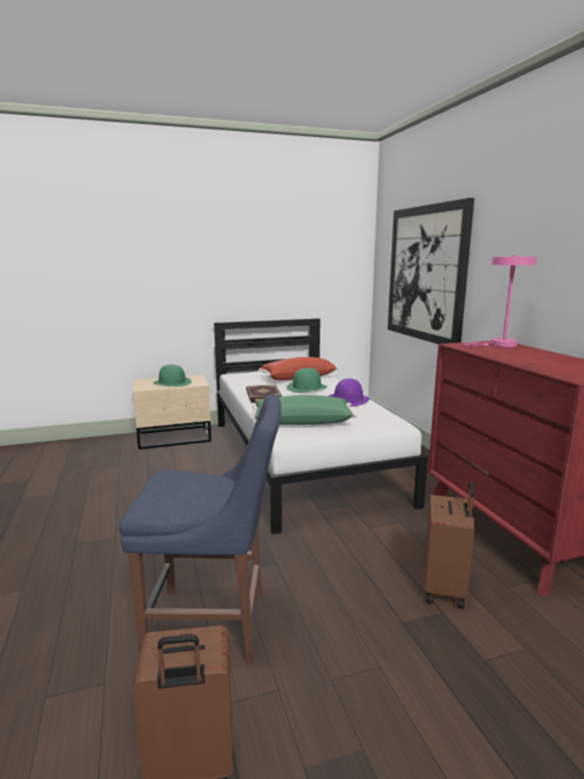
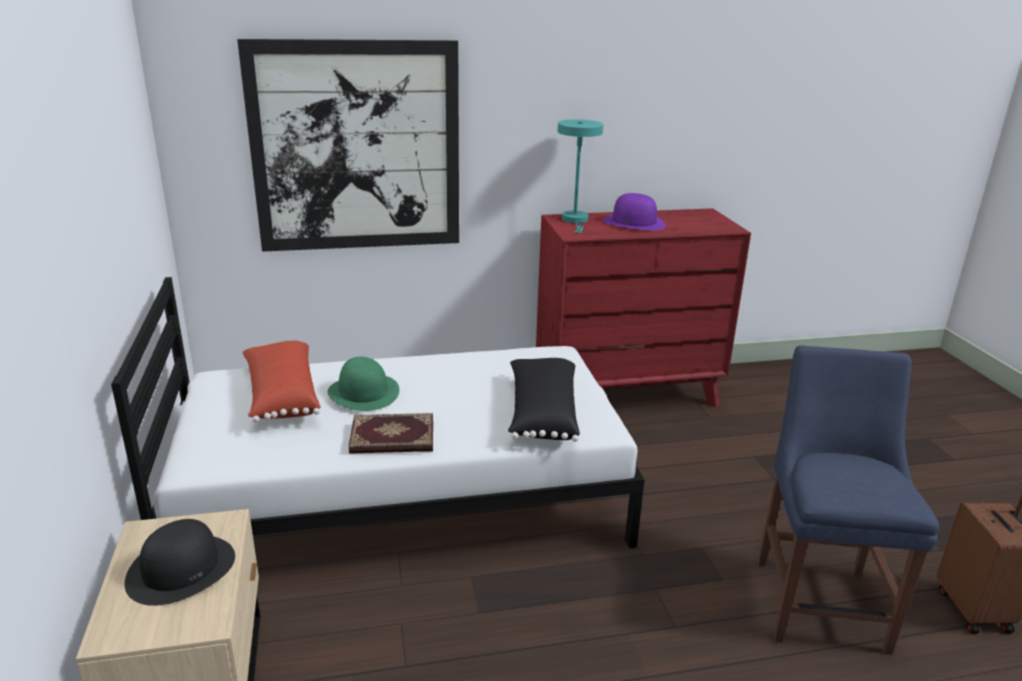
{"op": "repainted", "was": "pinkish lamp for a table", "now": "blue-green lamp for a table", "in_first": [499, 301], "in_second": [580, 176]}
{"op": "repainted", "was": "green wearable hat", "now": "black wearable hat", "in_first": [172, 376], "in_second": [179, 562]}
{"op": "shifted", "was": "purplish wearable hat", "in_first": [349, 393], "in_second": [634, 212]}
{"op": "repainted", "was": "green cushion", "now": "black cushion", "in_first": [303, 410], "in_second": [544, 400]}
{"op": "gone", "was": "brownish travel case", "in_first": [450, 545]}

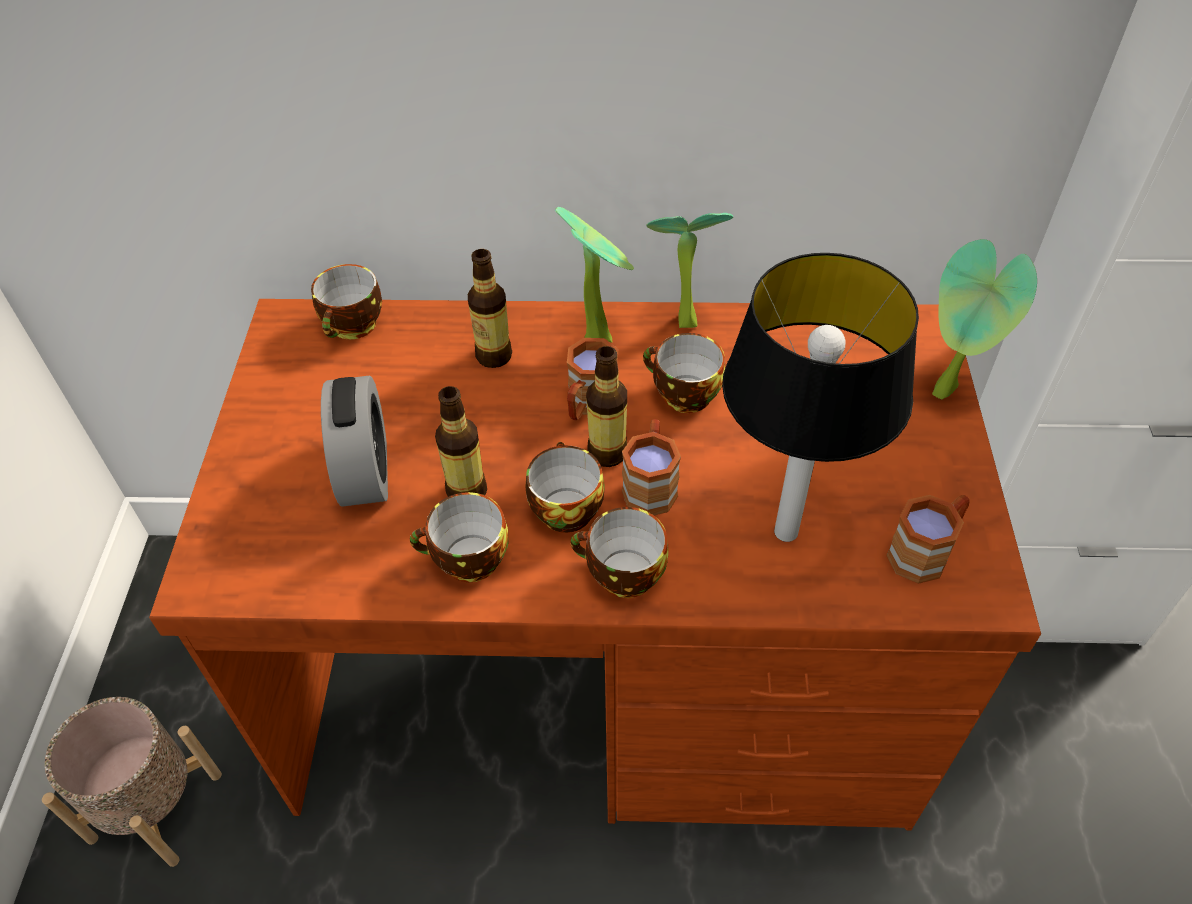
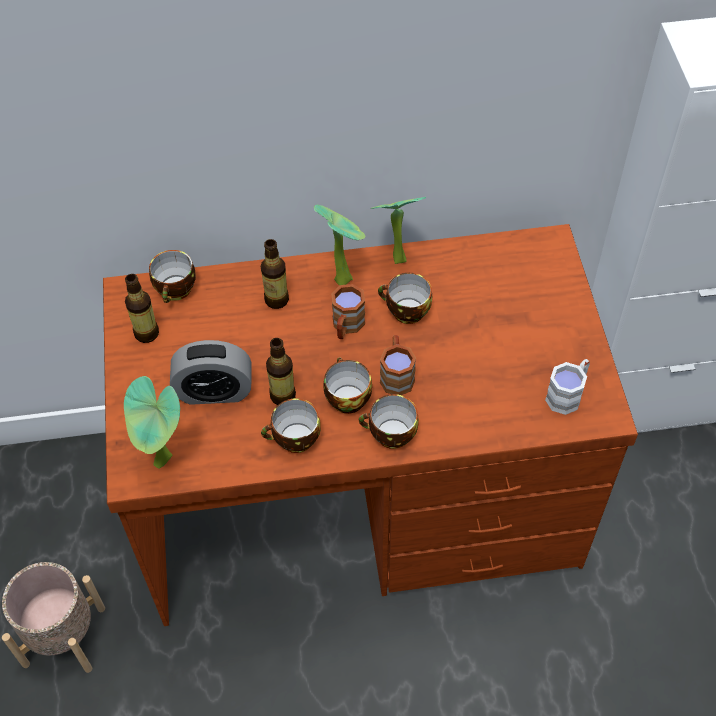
{"op": "shifted", "was": "houseplant", "in_first": [984, 319], "in_second": [152, 422]}
{"op": "gone", "was": "lamp for a table", "in_first": [820, 397]}
{"op": "shifted", "was": "bottle", "in_first": [606, 406], "in_second": [142, 308]}
{"op": "rotated", "was": "bedside clock", "in_first": [354, 441], "in_second": [210, 372], "clockwise": 105}
{"op": "repainted", "was": "brownish coffee mug", "now": "whitish coffee mug", "in_first": [928, 539], "in_second": [567, 387]}

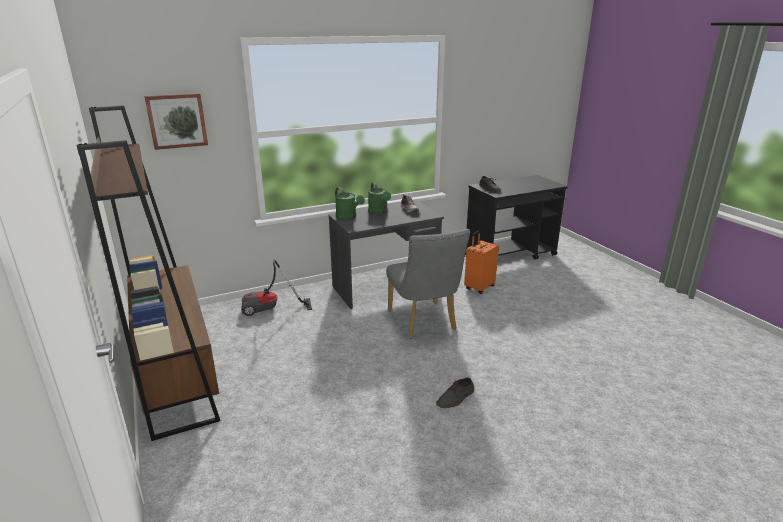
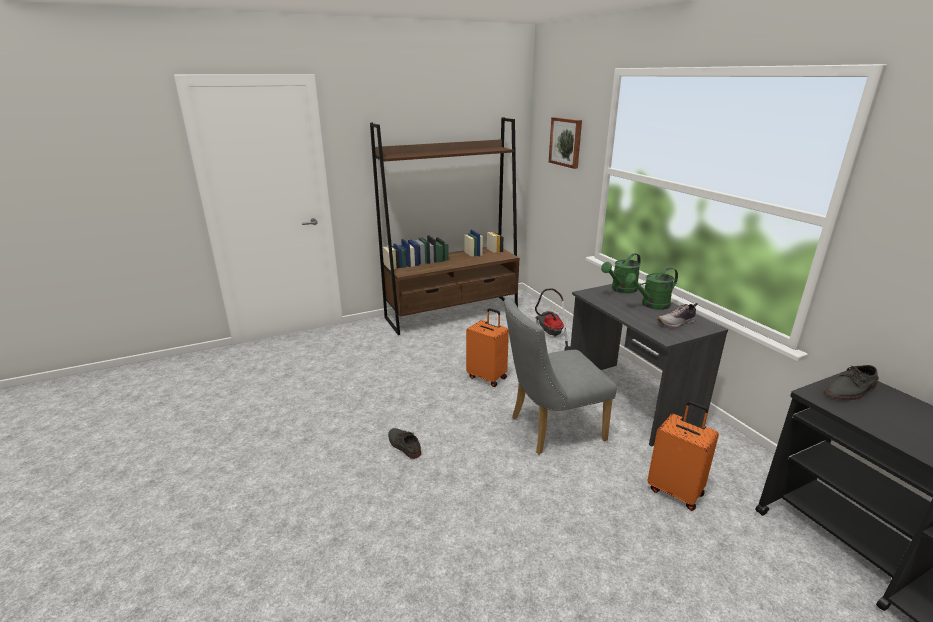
{"op": "new", "now": "orange travel case", "in_second": [487, 347]}

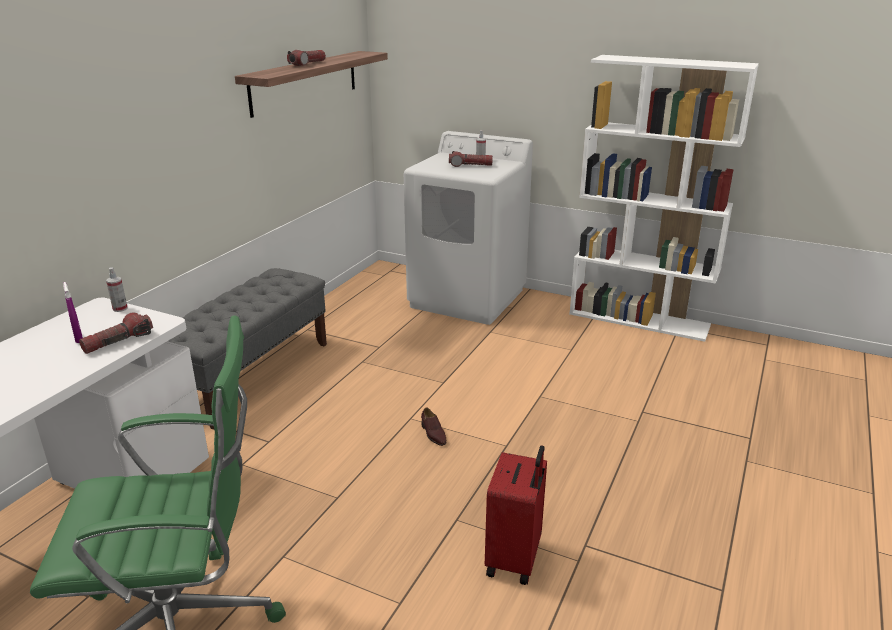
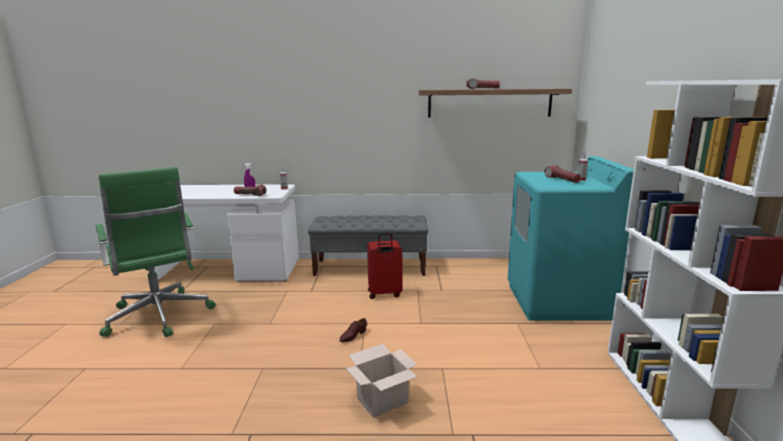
{"op": "repainted", "was": "whitish washing machine", "now": "blue-green washing machine", "in_first": [468, 228], "in_second": [571, 238]}
{"op": "shifted", "was": "reddish travel case", "in_first": [516, 515], "in_second": [384, 266]}
{"op": "new", "now": "packing box", "in_second": [382, 381]}

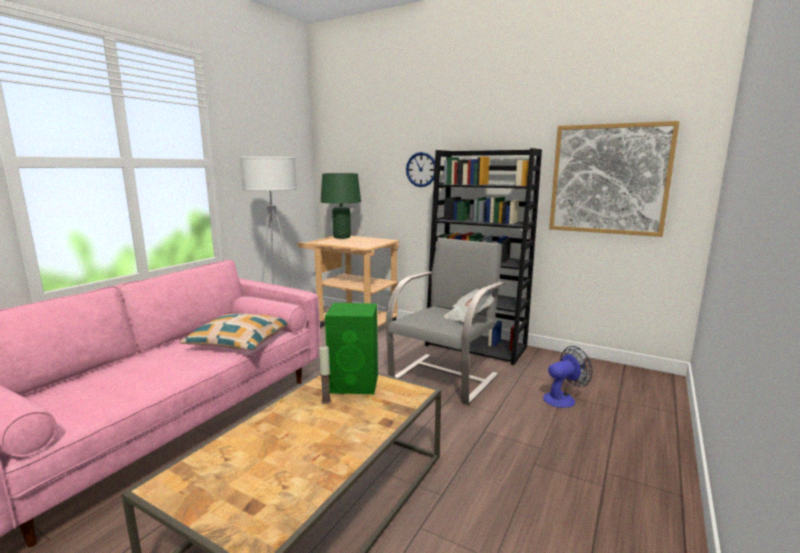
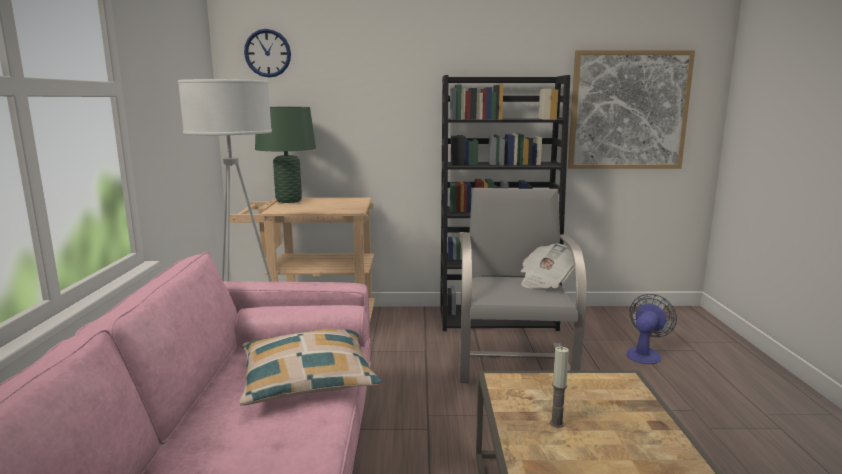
{"op": "shifted", "was": "wall clock", "in_first": [420, 169], "in_second": [267, 53]}
{"op": "gone", "was": "green loudspeaker", "in_first": [351, 348]}

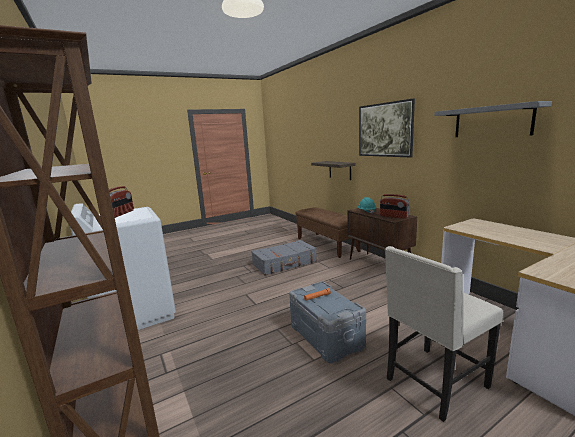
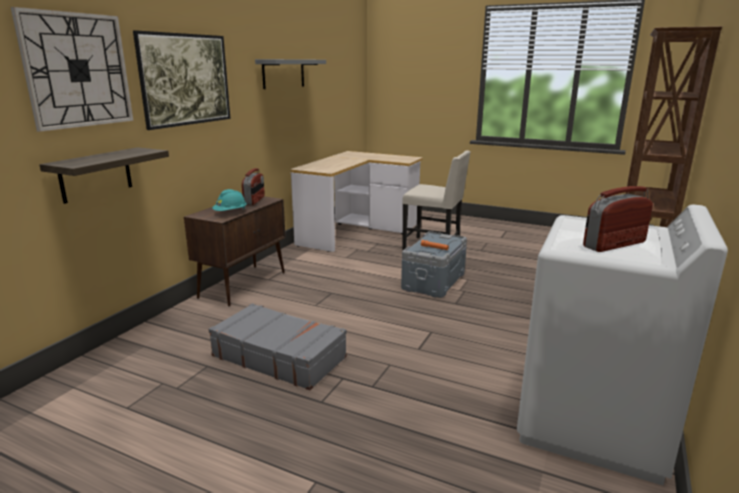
{"op": "gone", "was": "brownish long seat", "in_first": [328, 232]}
{"op": "new", "now": "wall clock", "in_second": [72, 69]}

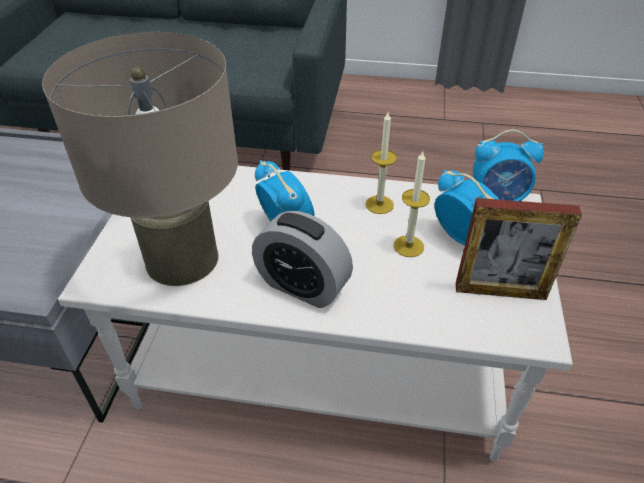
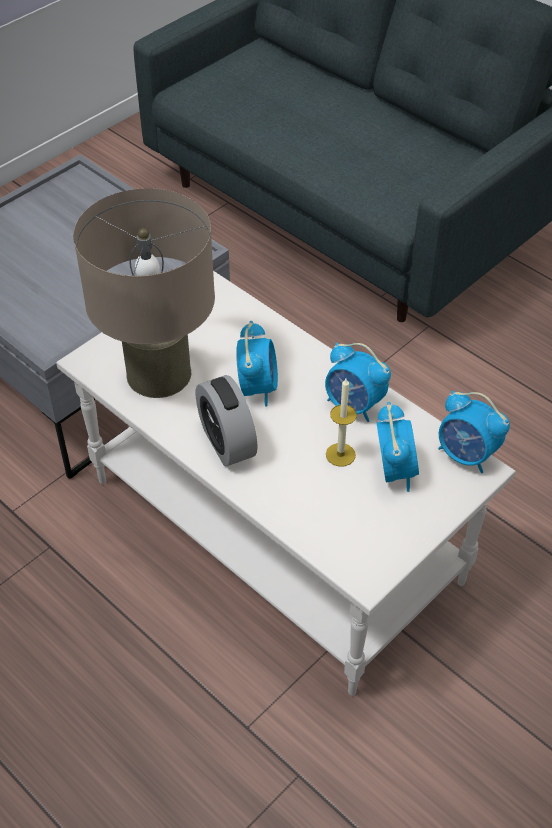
{"op": "swapped", "was": "wax light", "now": "bedside clock", "in_first": [381, 163], "in_second": [358, 382]}
{"op": "gone", "was": "photo frame", "in_first": [519, 249]}

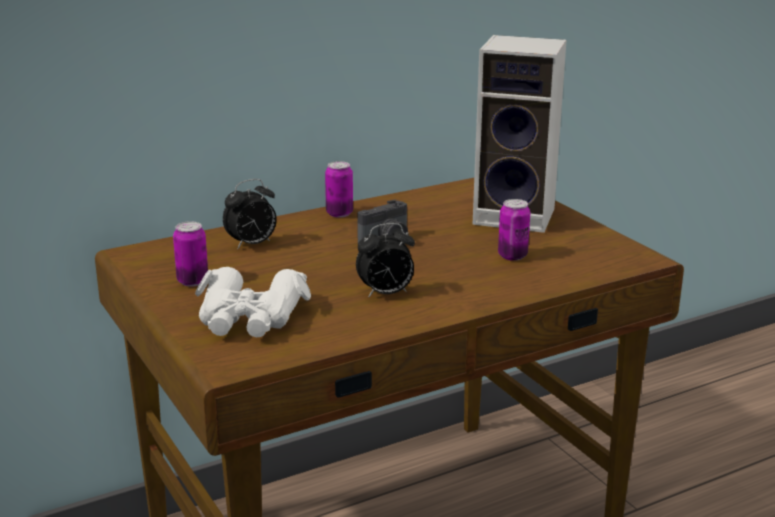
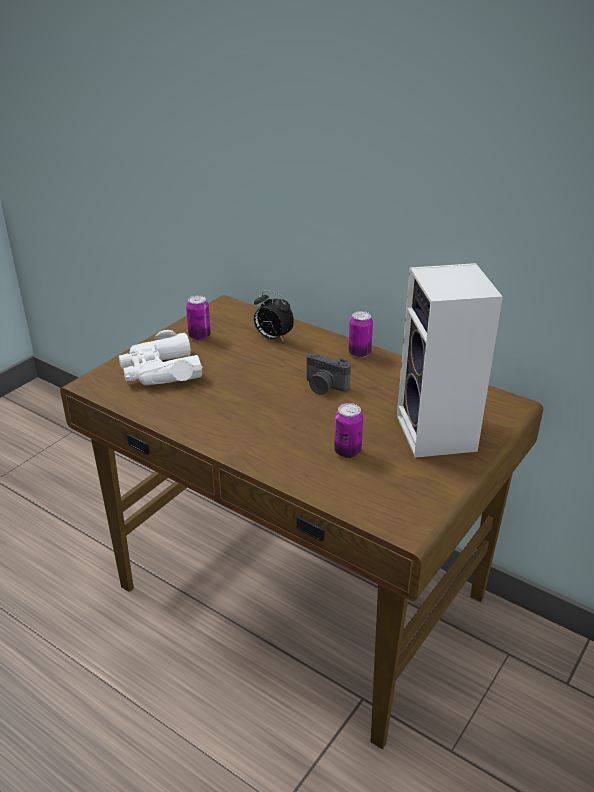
{"op": "gone", "was": "bedside clock", "in_first": [385, 260]}

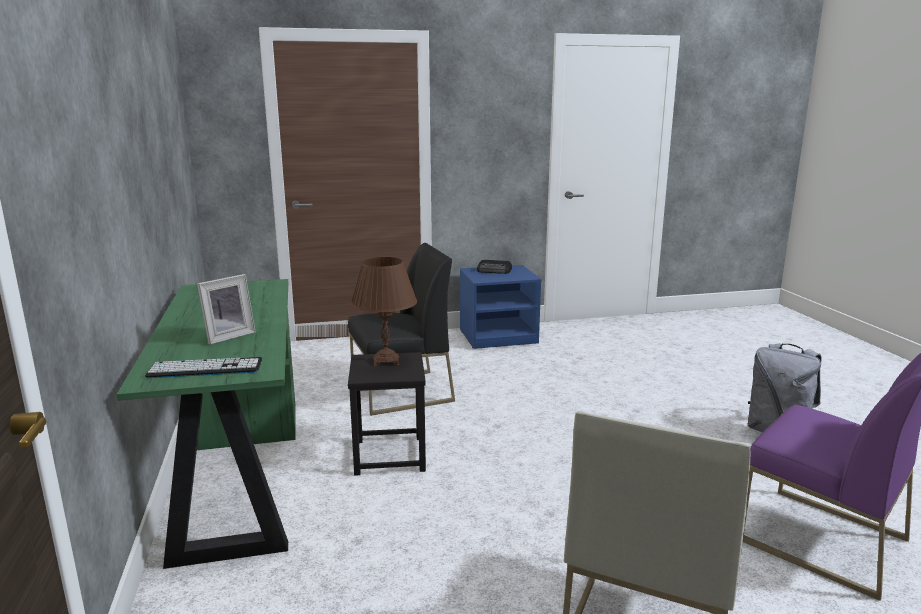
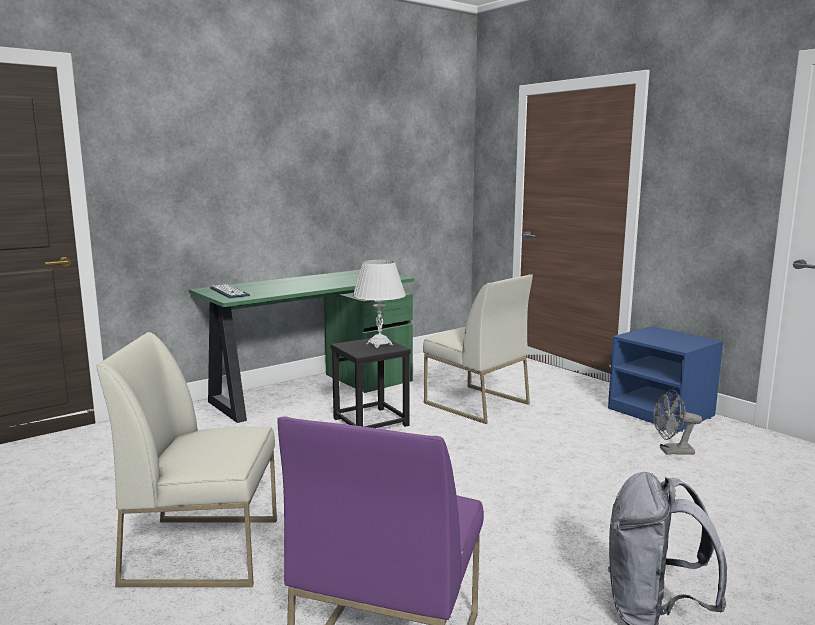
{"op": "repainted", "was": "black upright chair", "now": "whitish upright chair", "in_first": [401, 329], "in_second": [478, 349]}
{"op": "repainted", "was": "brownish lamp for a table", "now": "whitish lamp for a table", "in_first": [384, 311], "in_second": [379, 304]}
{"op": "gone", "was": "radio set", "in_first": [494, 267]}
{"op": "gone", "was": "photo frame", "in_first": [226, 309]}
{"op": "new", "now": "gray fan", "in_second": [677, 422]}

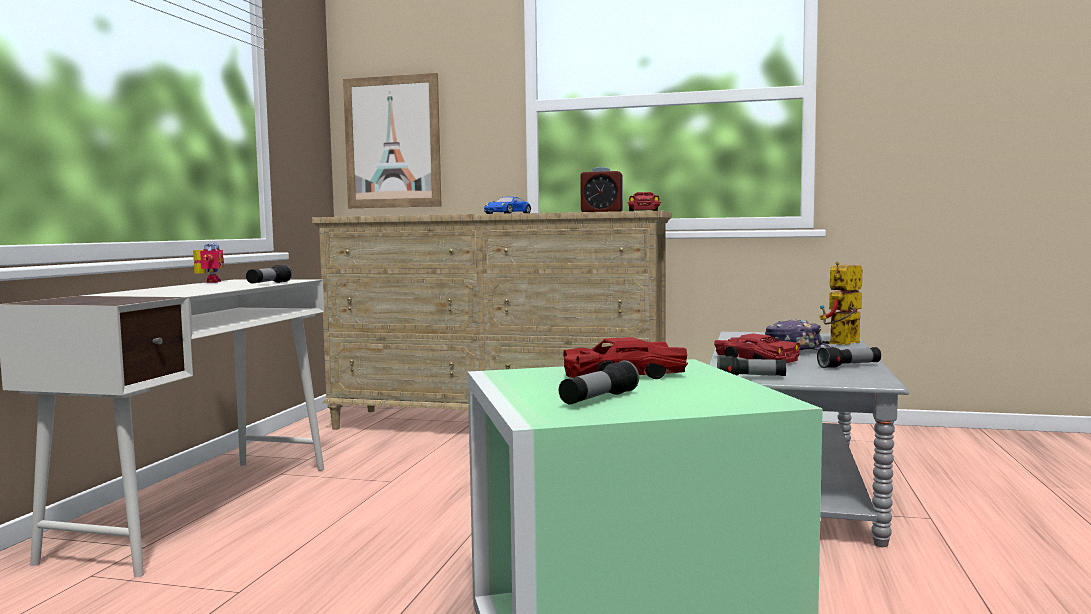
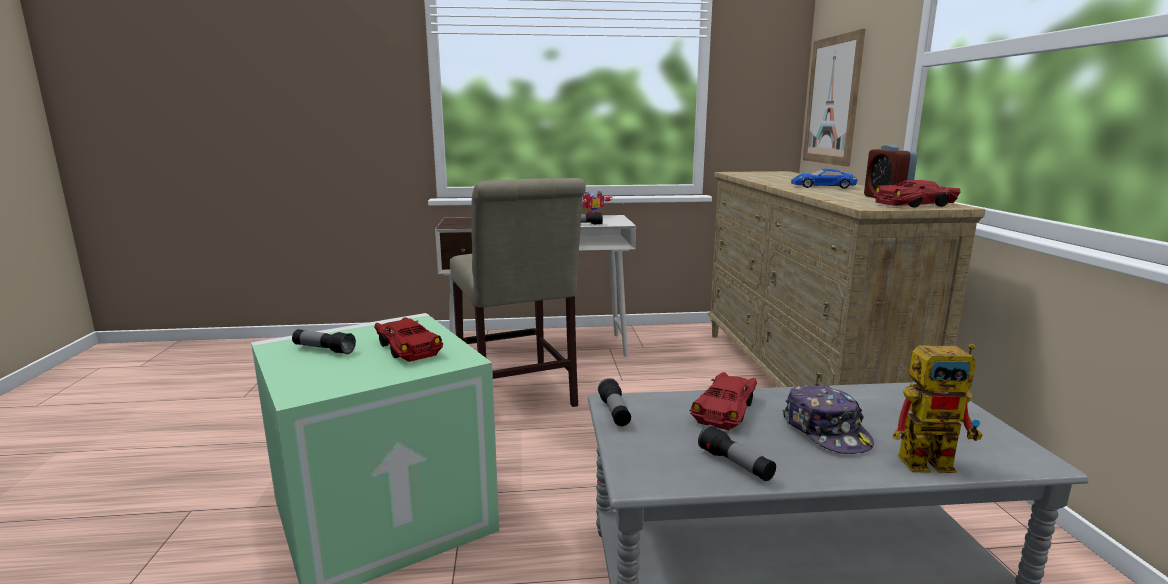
{"op": "rotated", "was": "toy robot", "in_first": [841, 303], "in_second": [938, 408], "clockwise": 150}
{"op": "new", "now": "beige-coloured upright chair", "in_second": [518, 292]}

